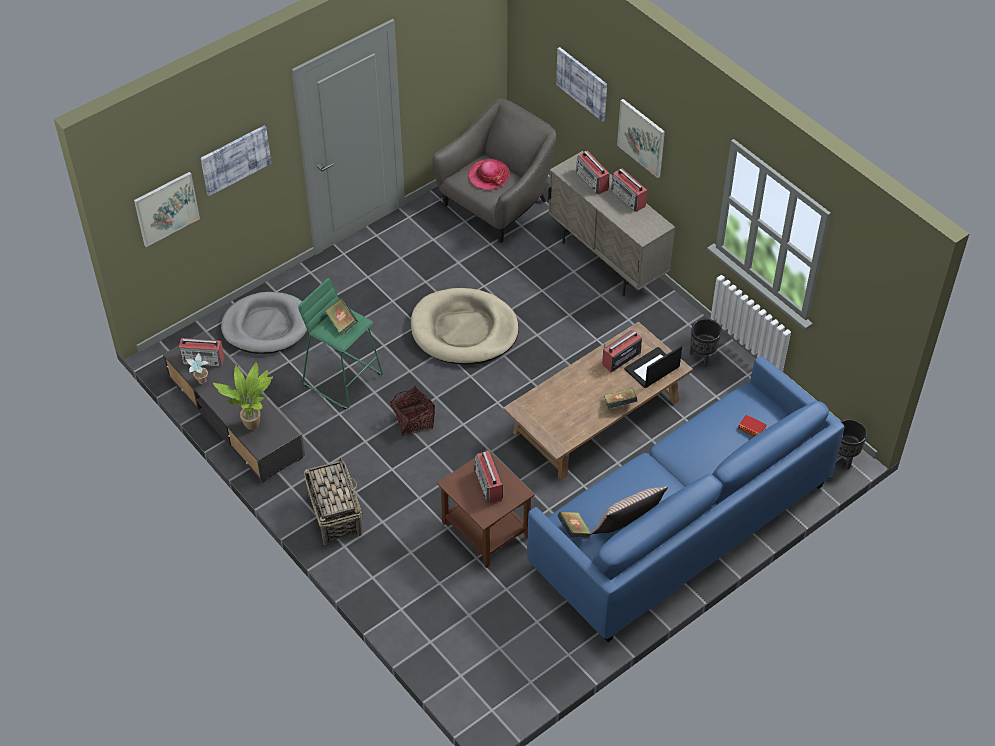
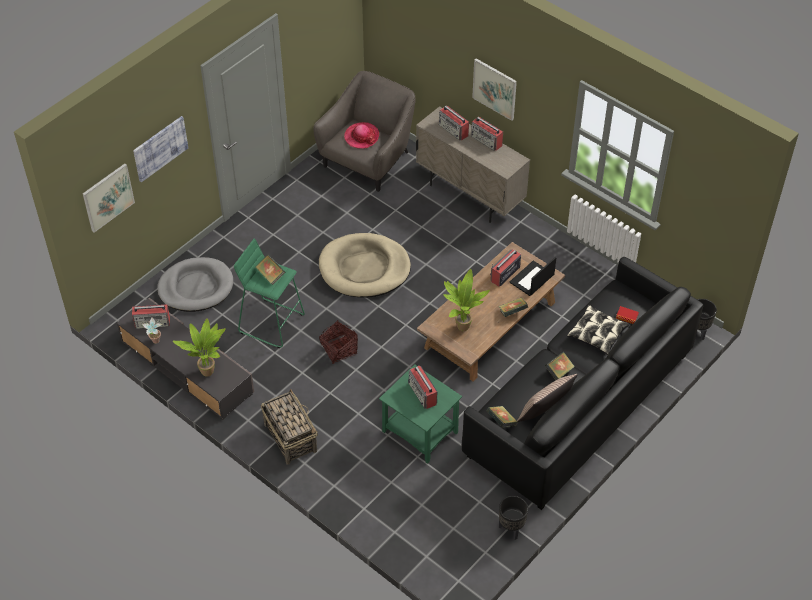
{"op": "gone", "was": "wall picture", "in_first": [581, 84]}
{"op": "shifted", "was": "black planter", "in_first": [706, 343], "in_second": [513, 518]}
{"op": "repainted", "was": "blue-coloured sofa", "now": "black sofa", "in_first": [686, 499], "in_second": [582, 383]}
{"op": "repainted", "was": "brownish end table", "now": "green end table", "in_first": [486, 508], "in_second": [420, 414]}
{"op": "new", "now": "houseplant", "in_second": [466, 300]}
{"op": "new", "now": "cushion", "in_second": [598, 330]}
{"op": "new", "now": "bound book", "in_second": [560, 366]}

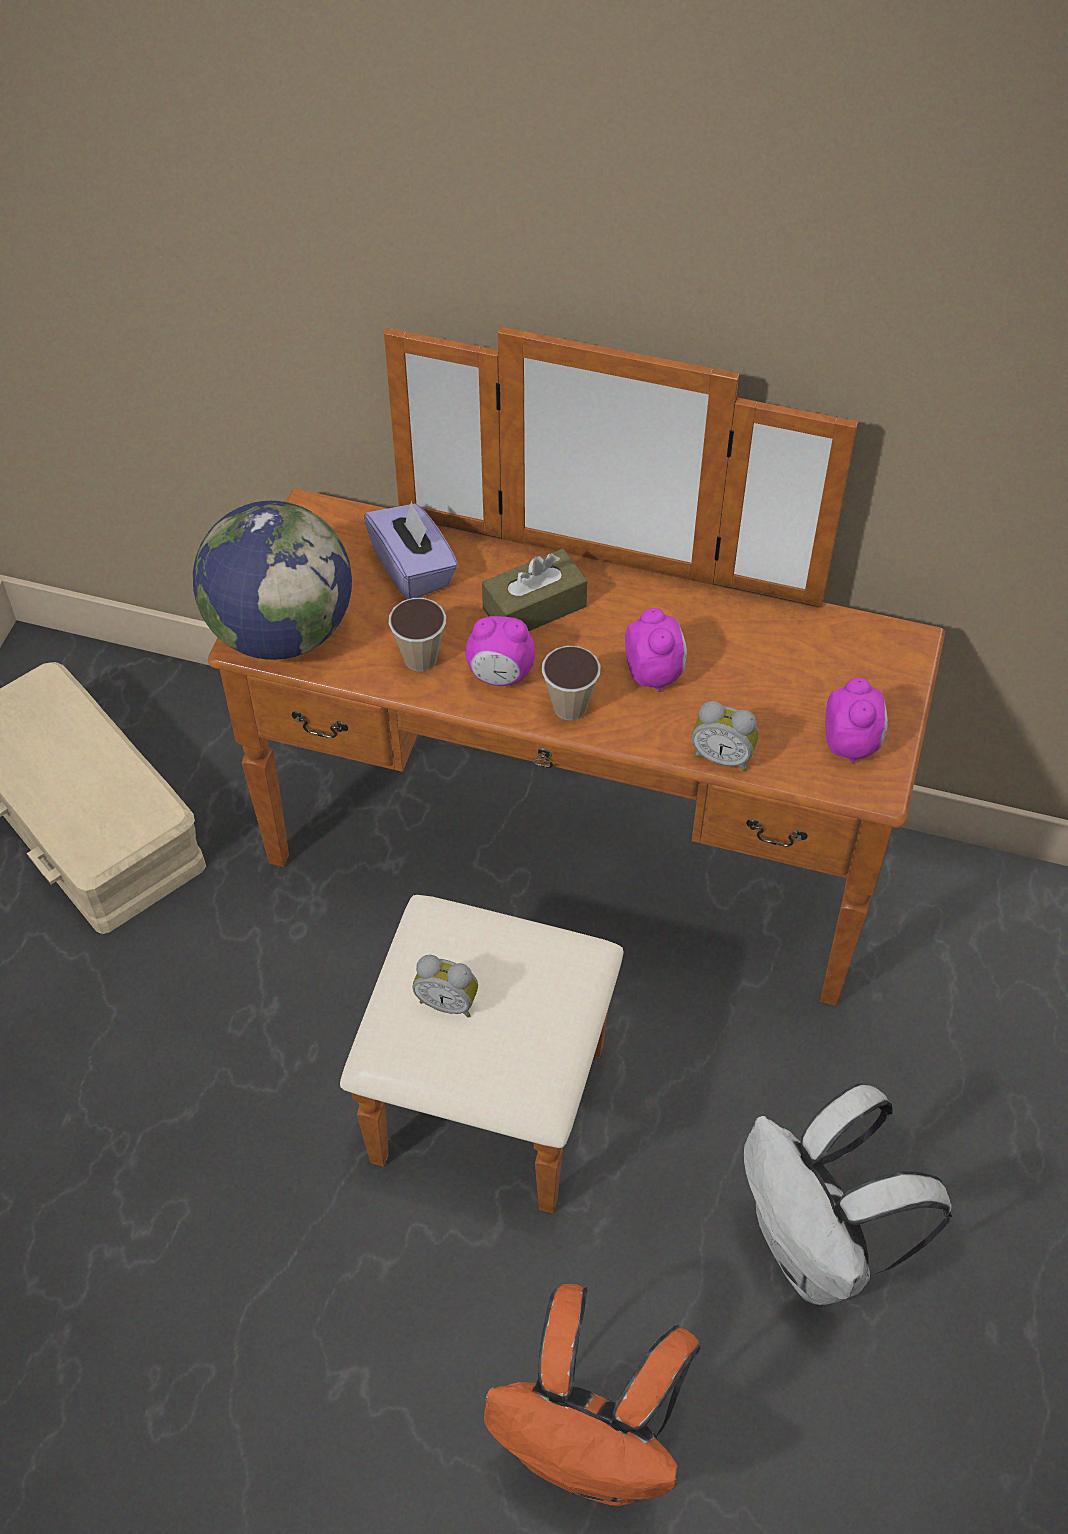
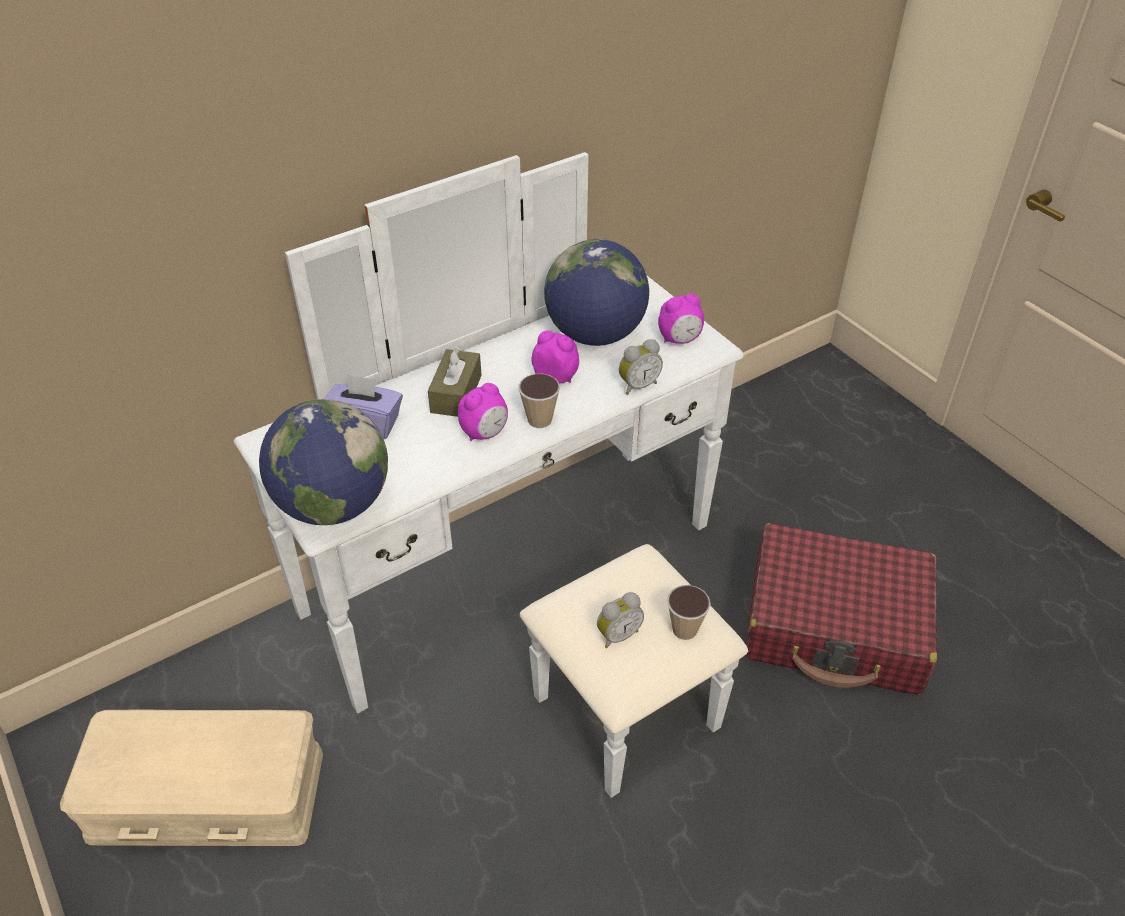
{"op": "repainted", "was": "brownish drawer chest", "now": "whitish drawer chest", "in_first": [576, 770], "in_second": [491, 475]}
{"op": "shifted", "was": "cup", "in_first": [417, 634], "in_second": [689, 612]}
{"op": "rotated", "was": "bedside clock", "in_first": [856, 721], "in_second": [681, 319], "clockwise": 120}
{"op": "swapped", "was": "whitish backpack", "now": "reddish travel case", "in_first": [848, 1194], "in_second": [841, 609]}
{"op": "gone", "was": "orange backpack", "in_first": [592, 1395]}
{"op": "new", "now": "globe", "in_second": [596, 292]}

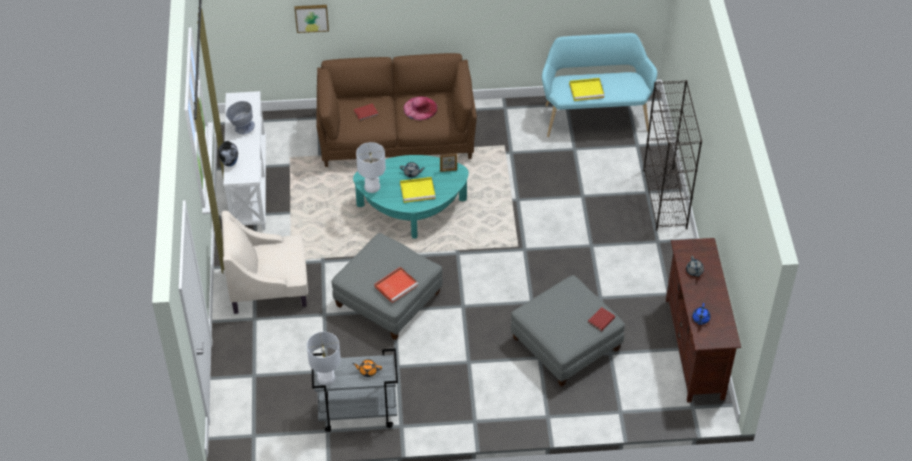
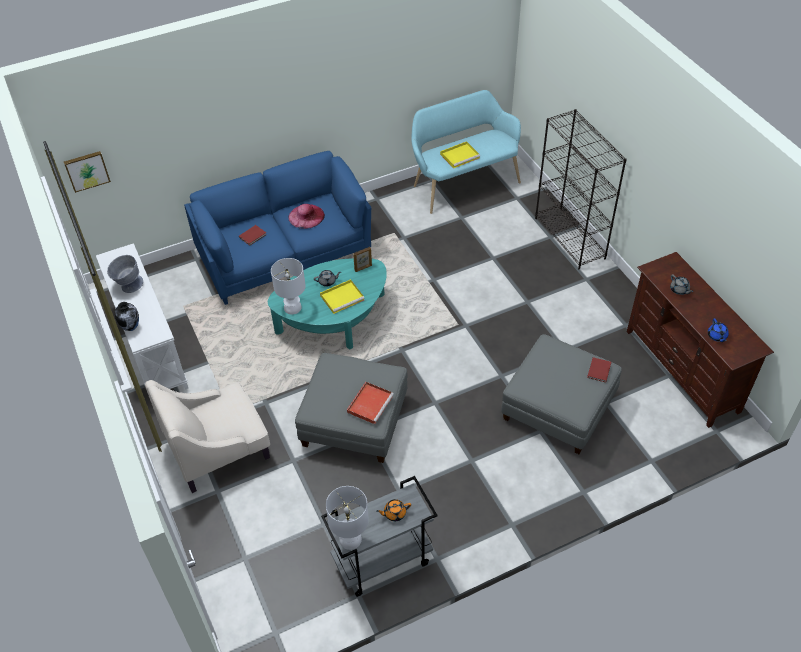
{"op": "shifted", "was": "wall picture", "in_first": [312, 19], "in_second": [87, 172]}
{"op": "repainted", "was": "brownish sofa", "now": "blue-coloured sofa", "in_first": [396, 110], "in_second": [277, 228]}

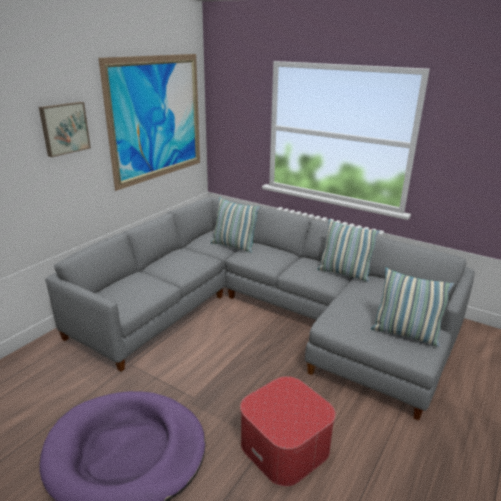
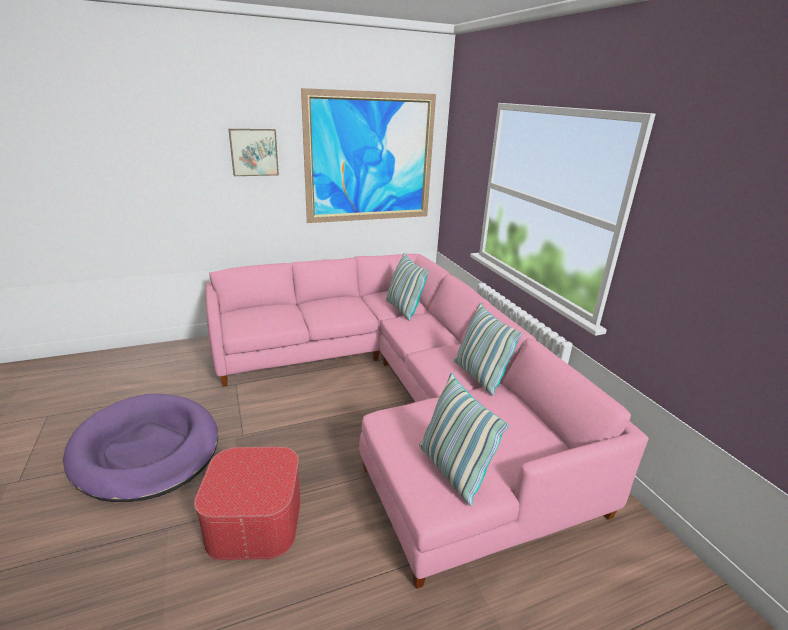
{"op": "repainted", "was": "gray sofa", "now": "pinkish sofa", "in_first": [259, 309], "in_second": [427, 421]}

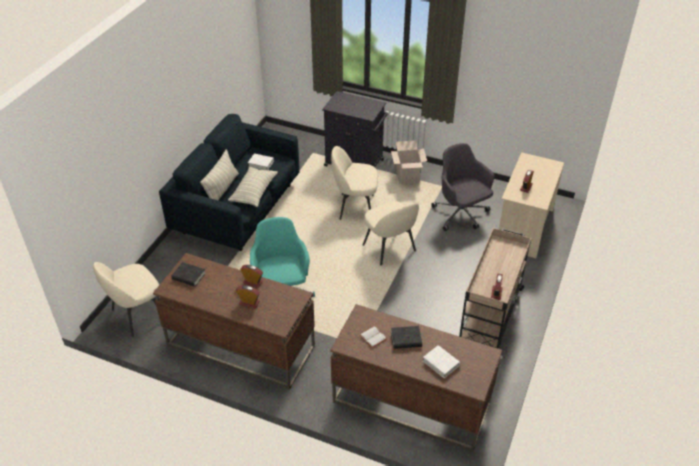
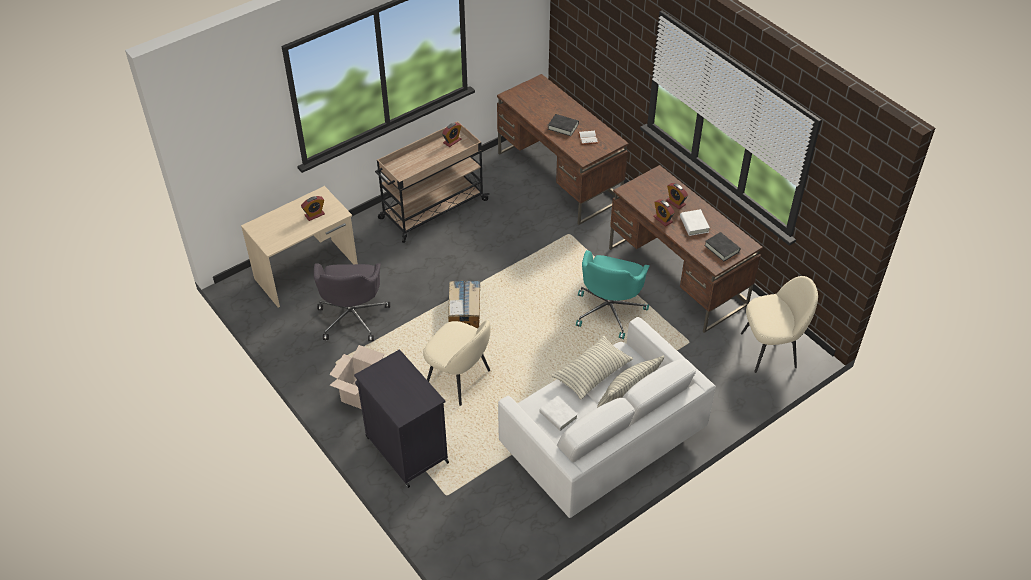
{"op": "repainted", "was": "blue-coloured sofa", "now": "whitish sofa", "in_first": [229, 182], "in_second": [607, 417]}
{"op": "swapped", "was": "beige-coloured upright chair", "now": "packing box", "in_first": [391, 233], "in_second": [464, 304]}
{"op": "shifted", "was": "whitish bound book", "in_first": [441, 361], "in_second": [695, 222]}

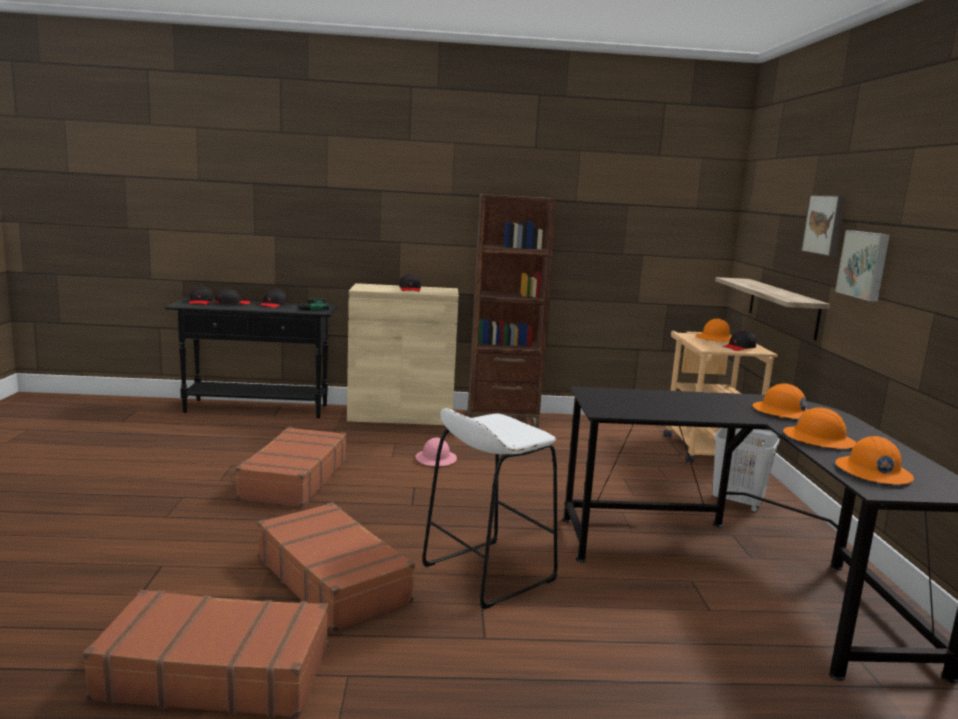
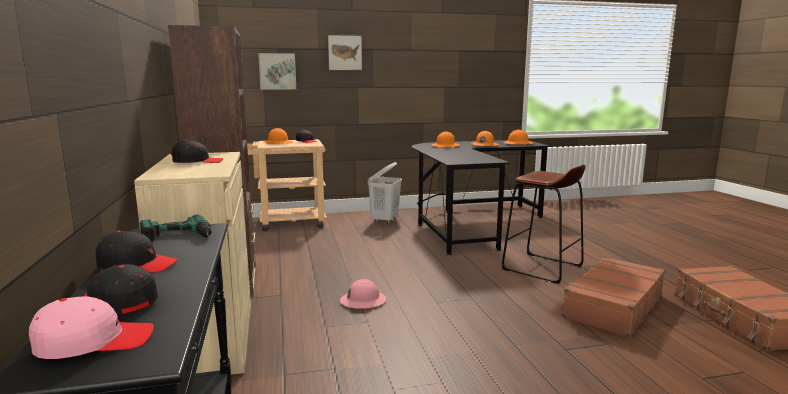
{"op": "shifted", "was": "wall picture", "in_first": [862, 266], "in_second": [277, 71]}
{"op": "gone", "was": "wall shelf", "in_first": [772, 309]}
{"op": "repainted", "was": "black peaked cap", "now": "pinkish peaked cap", "in_first": [201, 295], "in_second": [91, 327]}
{"op": "repainted", "was": "whitish sitting stool", "now": "brownish sitting stool", "in_first": [490, 508], "in_second": [543, 224]}
{"op": "gone", "was": "brownish travel case", "in_first": [291, 467]}

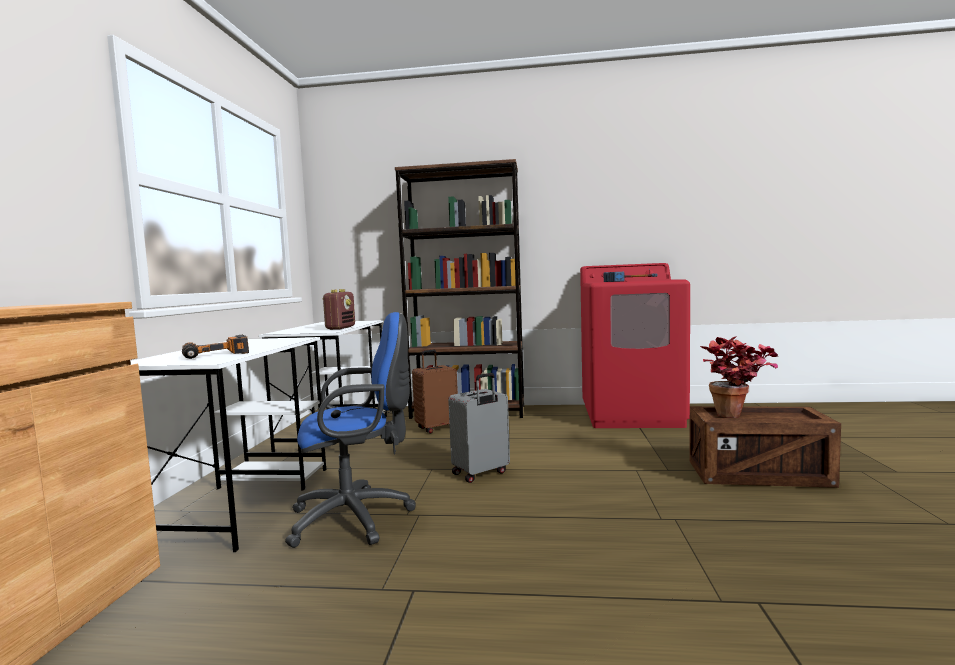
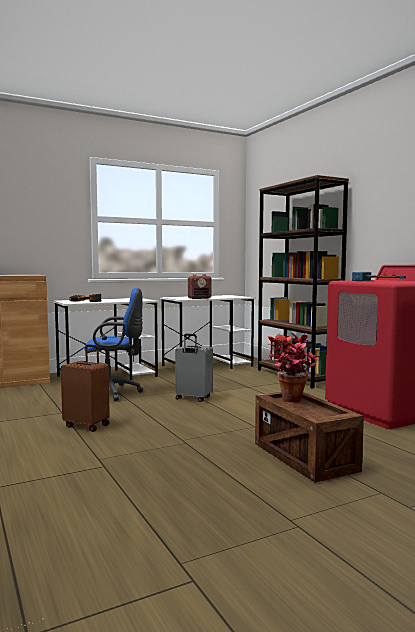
{"op": "rotated", "was": "blue-coloured desk chair", "in_first": [350, 430], "in_second": [113, 344], "clockwise": -45}
{"op": "shifted", "was": "brownish travel case", "in_first": [435, 391], "in_second": [85, 388]}

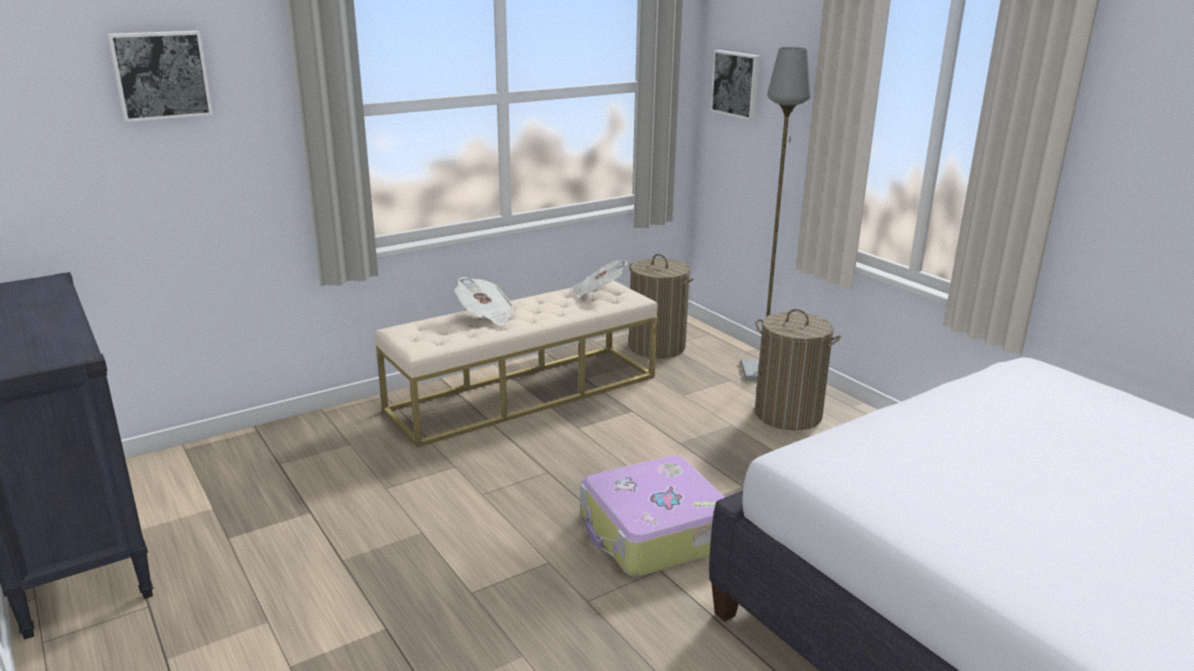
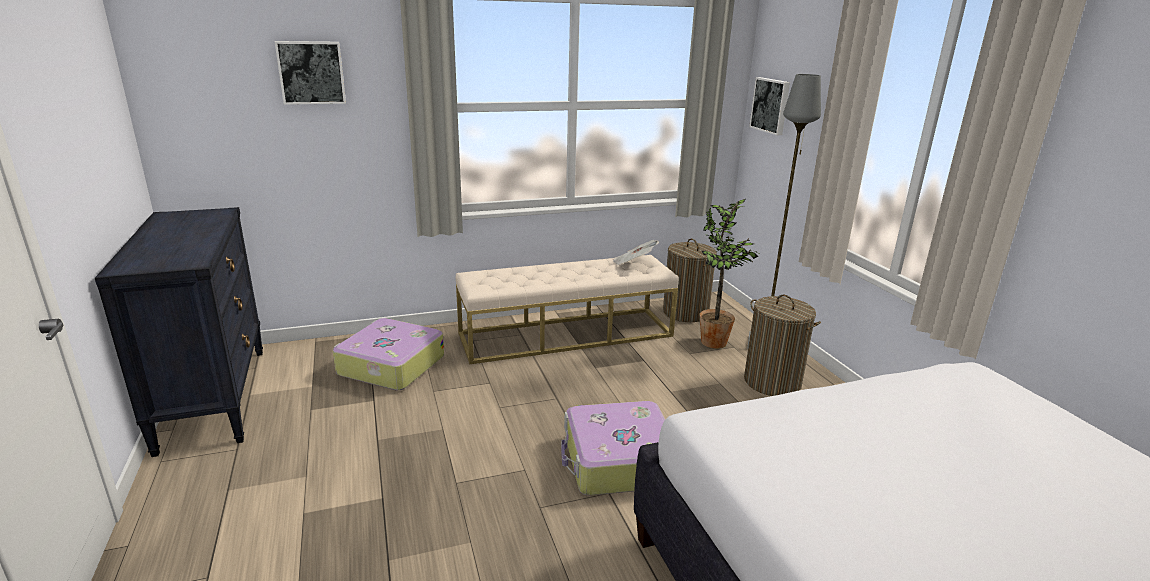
{"op": "gone", "was": "printed paper", "in_first": [485, 301]}
{"op": "new", "now": "houseplant", "in_second": [728, 274]}
{"op": "new", "now": "travel case", "in_second": [388, 354]}

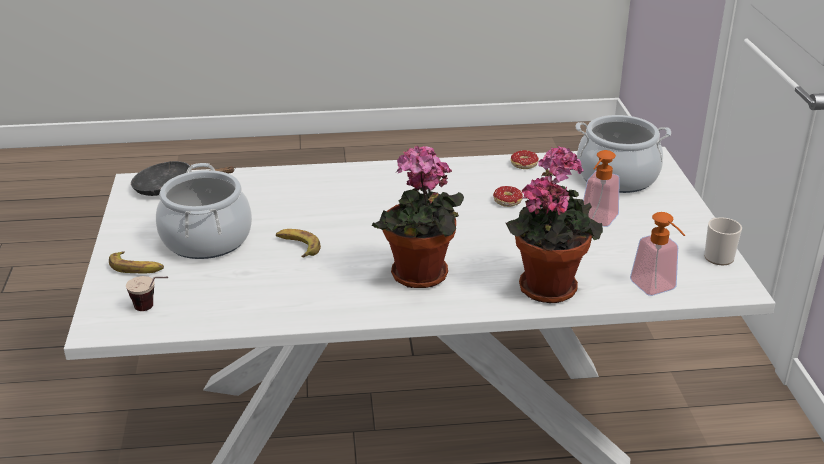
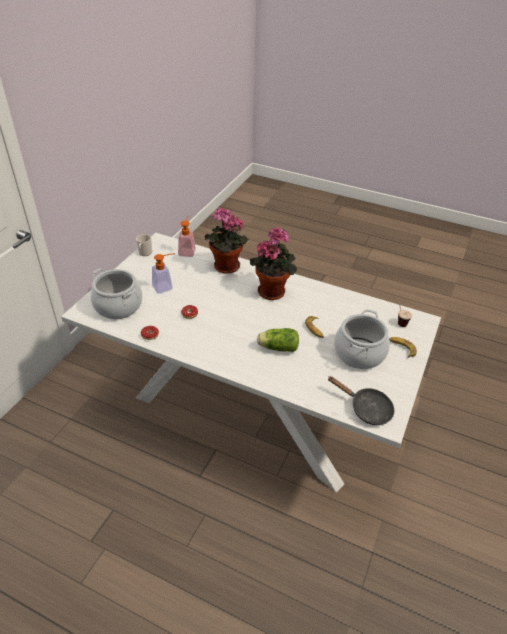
{"op": "new", "now": "lettuce head", "in_second": [278, 340]}

